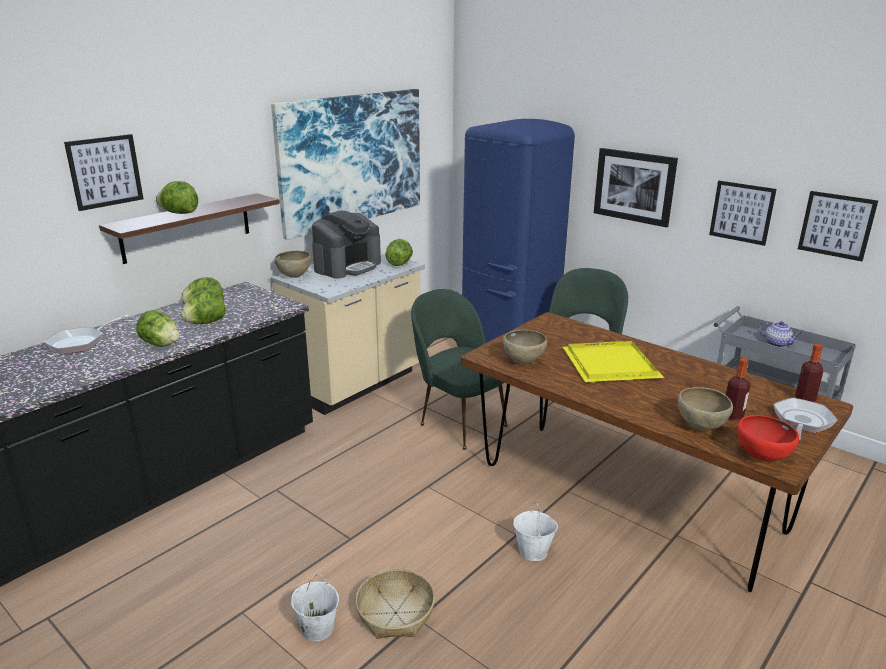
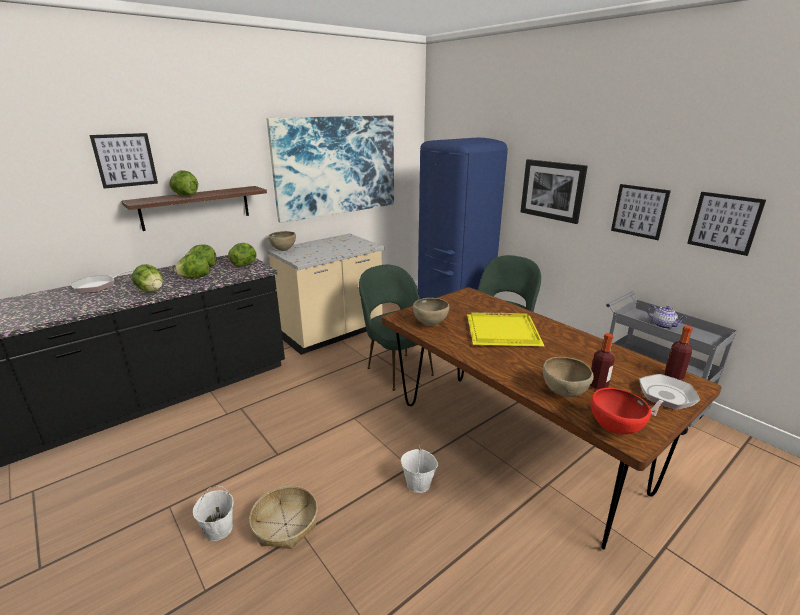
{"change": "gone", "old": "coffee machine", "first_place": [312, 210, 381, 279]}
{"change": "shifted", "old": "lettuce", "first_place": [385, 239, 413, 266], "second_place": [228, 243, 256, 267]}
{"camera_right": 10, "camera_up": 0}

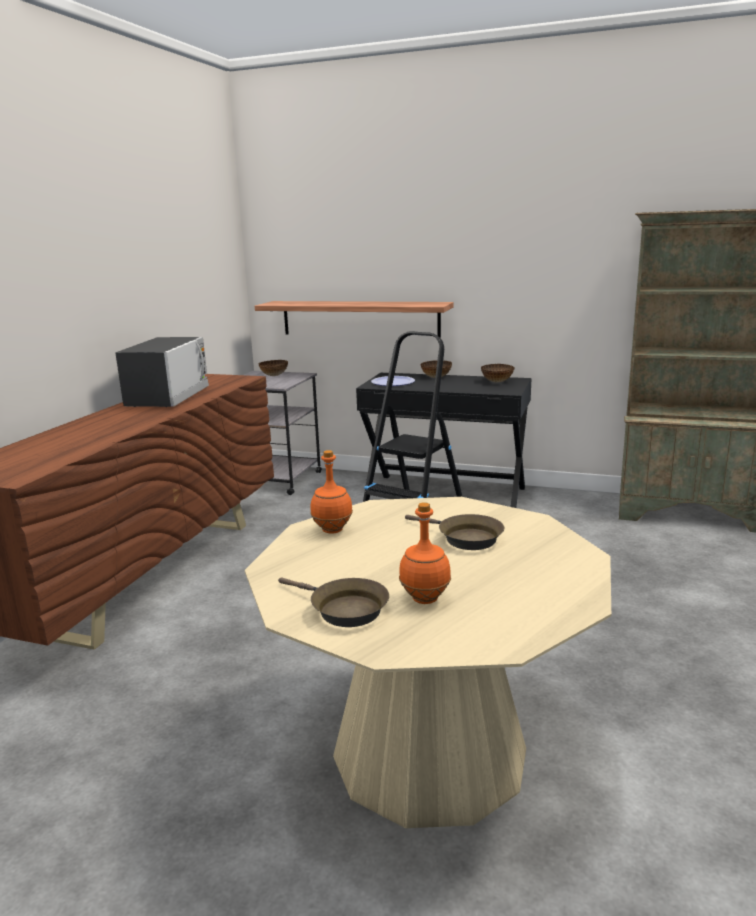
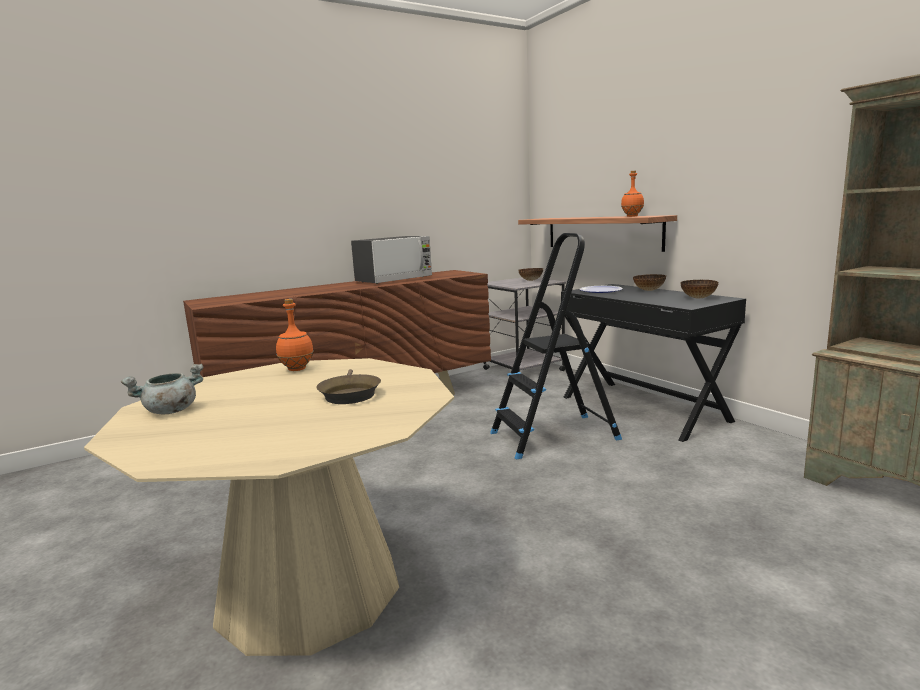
{"change": "shifted", "old": "bottle (orange)", "first_place": [399, 502, 451, 604], "second_place": [621, 171, 644, 217]}
{"change": "swapped", "old": "frying pan (brown)", "new": "cooking pot (grey)", "first_place": [278, 578, 389, 627], "second_place": [121, 364, 203, 414]}
{"camera_right": 40, "camera_up": -5}

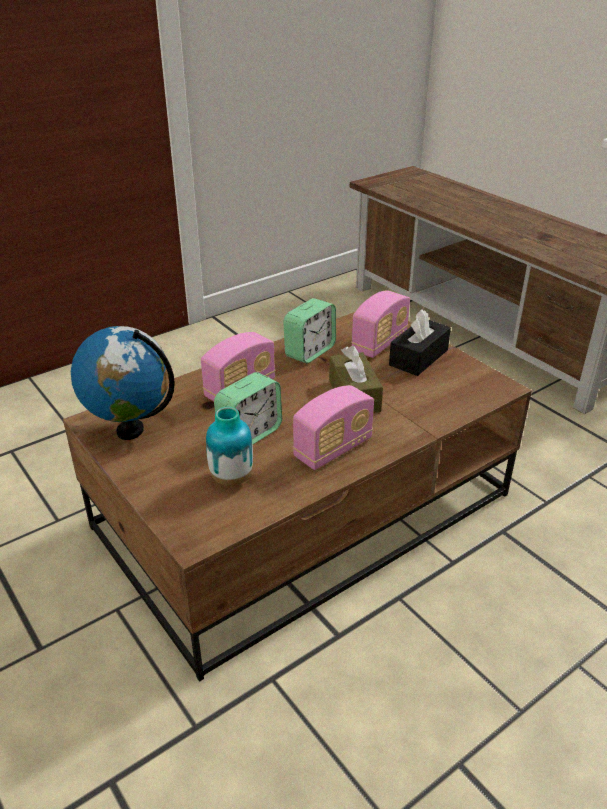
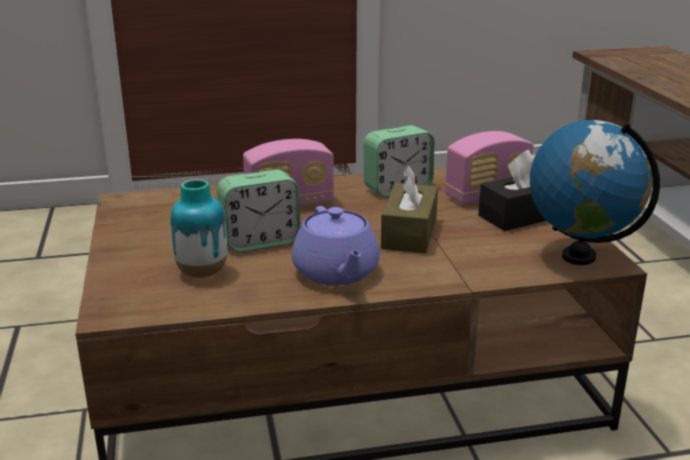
{"change": "shifted", "old": "globe", "first_place": [71, 326, 175, 440], "second_place": [530, 120, 660, 265]}
{"change": "swapped", "old": "radio", "new": "teapot (purple)", "first_place": [293, 385, 374, 470], "second_place": [292, 206, 380, 286]}
{"camera_right": 25, "camera_up": -10}

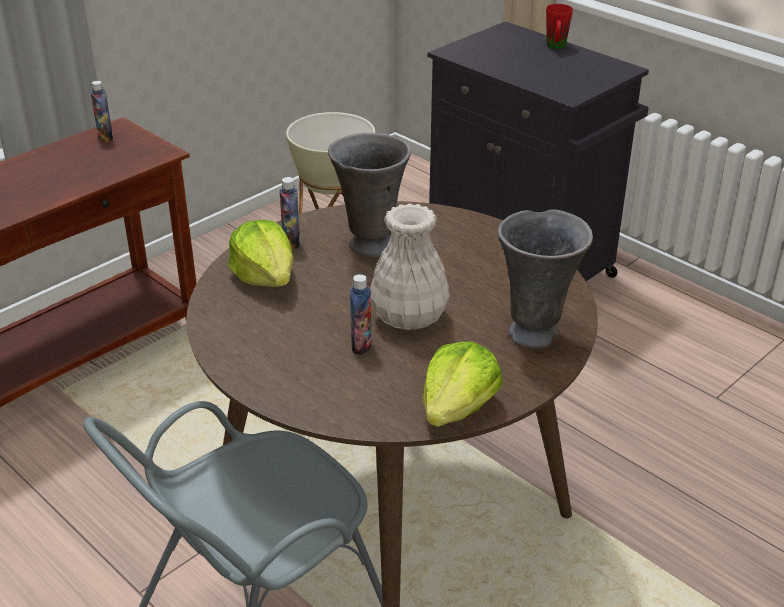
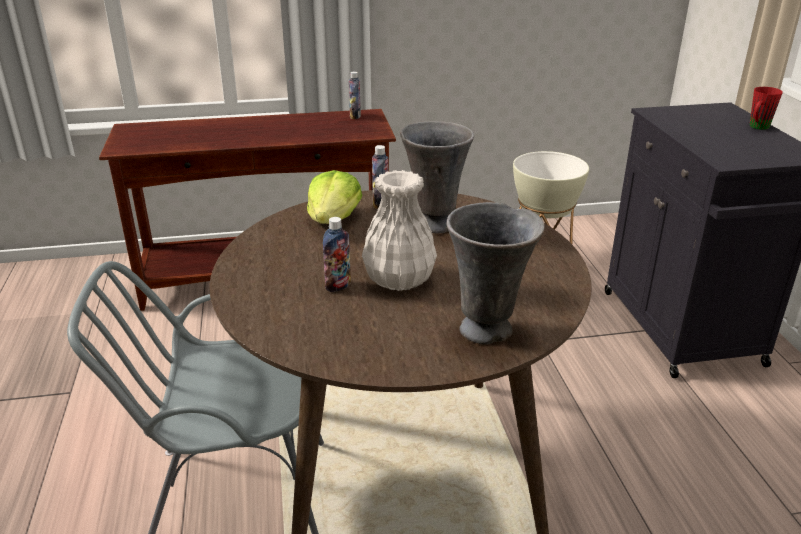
{"change": "gone", "old": "lettuce", "first_place": [422, 341, 503, 427]}
{"camera_right": 35, "camera_up": -5}

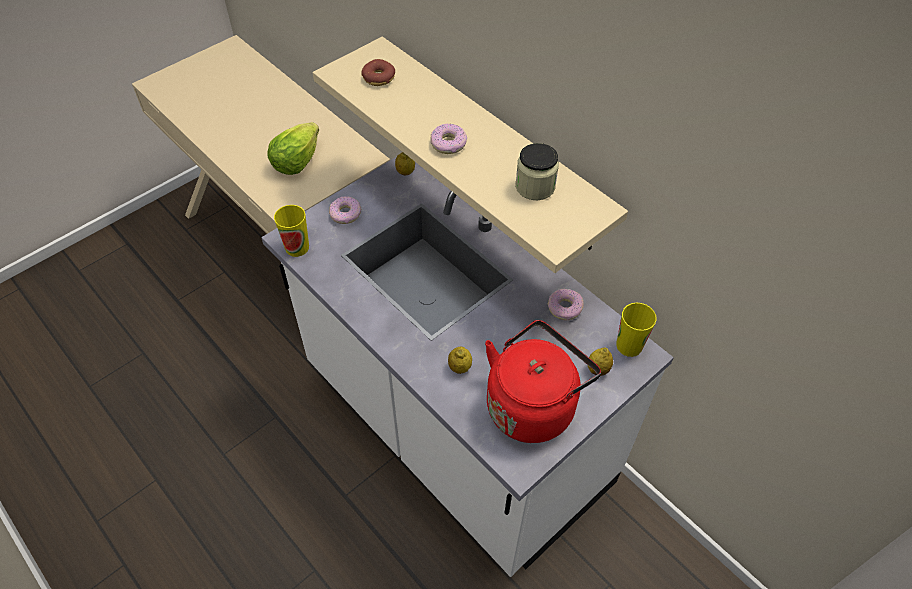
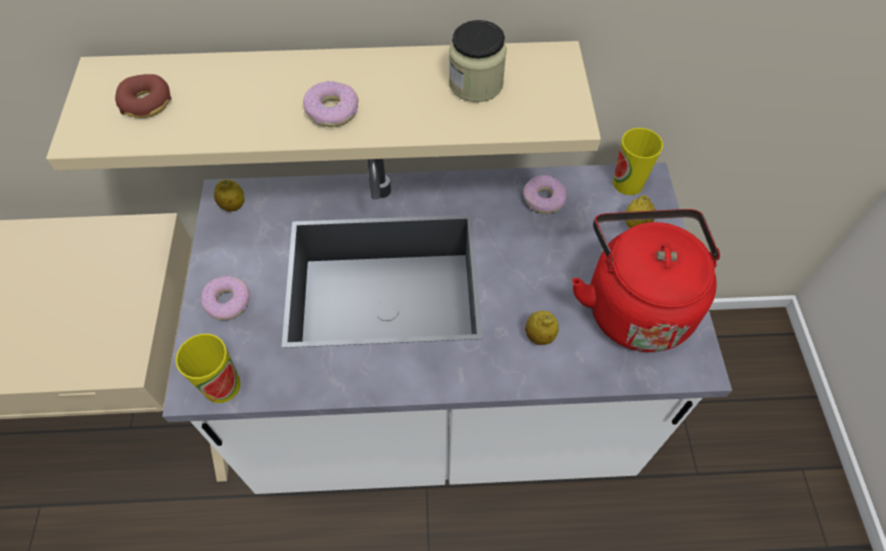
{"change": "gone", "old": "lettuce", "first_place": [267, 122, 319, 175]}
{"camera_right": -50, "camera_up": 5}

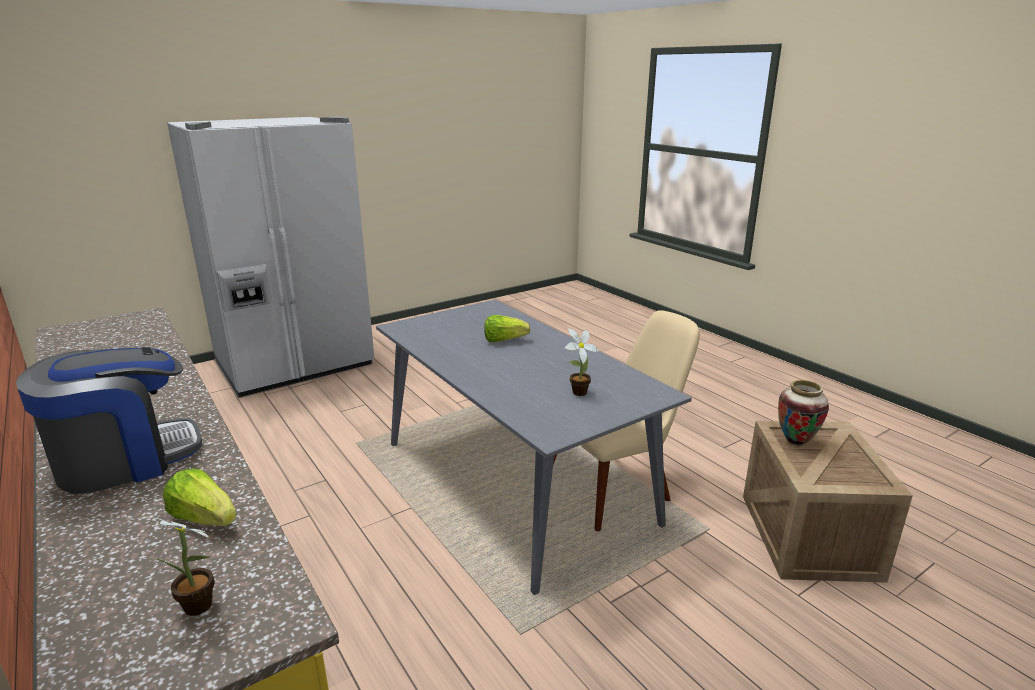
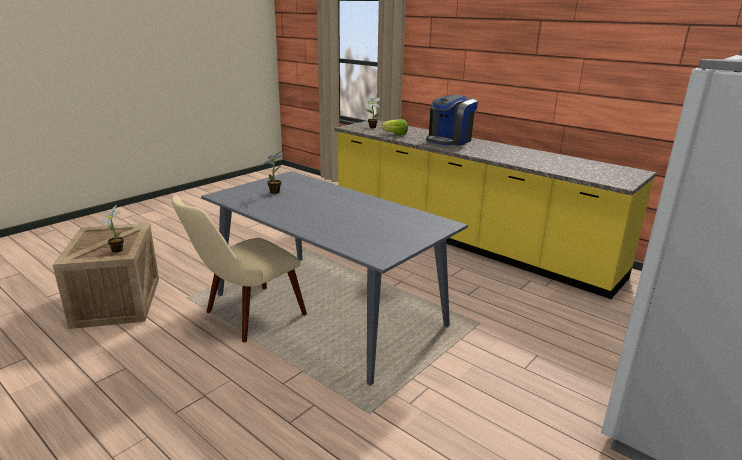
{"change": "gone", "old": "lettuce", "first_place": [484, 315, 530, 342]}
{"change": "swapped", "old": "vase", "new": "potted plant", "first_place": [778, 380, 829, 446], "second_place": [101, 205, 124, 253]}
{"camera_right": 165, "camera_up": 0}

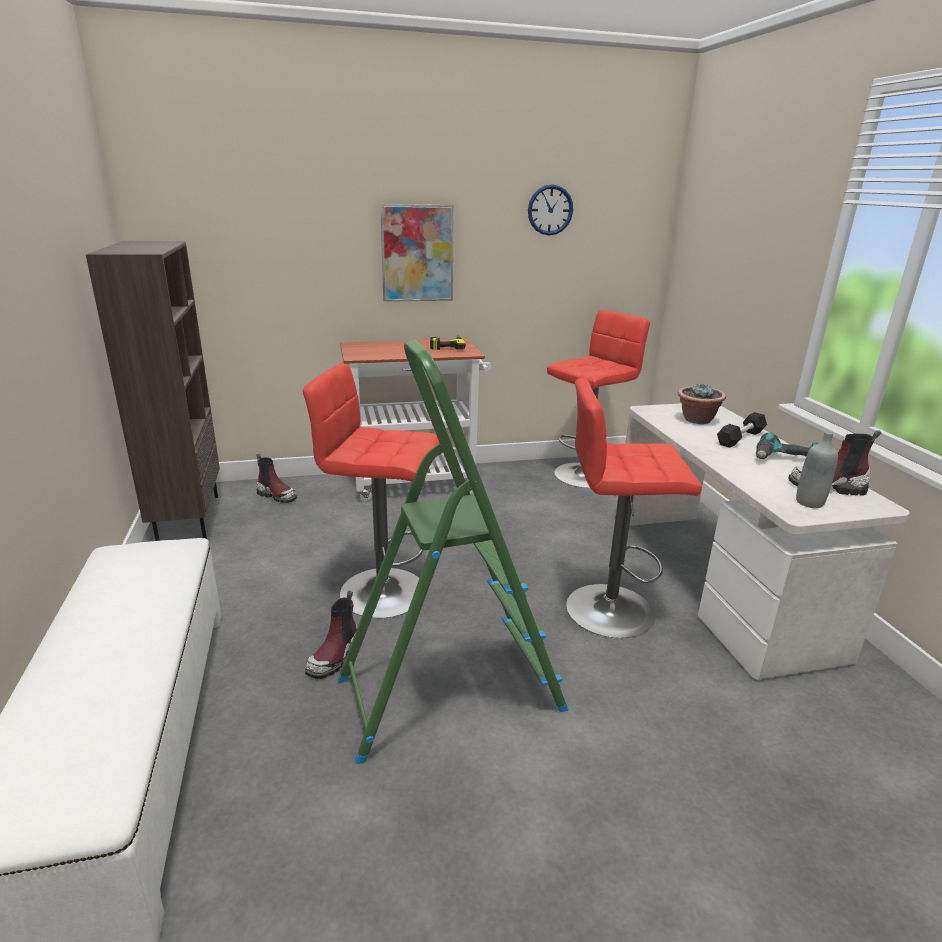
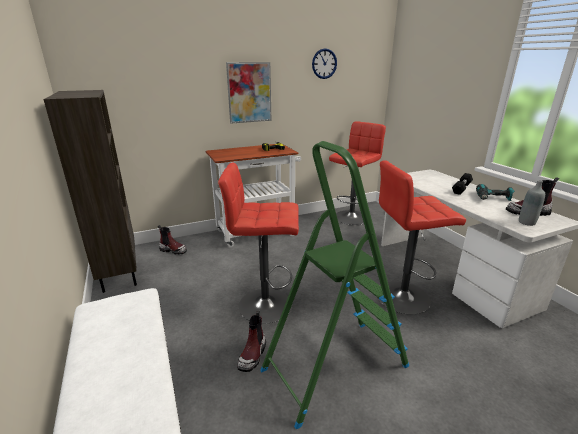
{"change": "gone", "old": "potted plant", "first_place": [678, 383, 726, 424]}
{"camera_right": -10, "camera_up": 0}

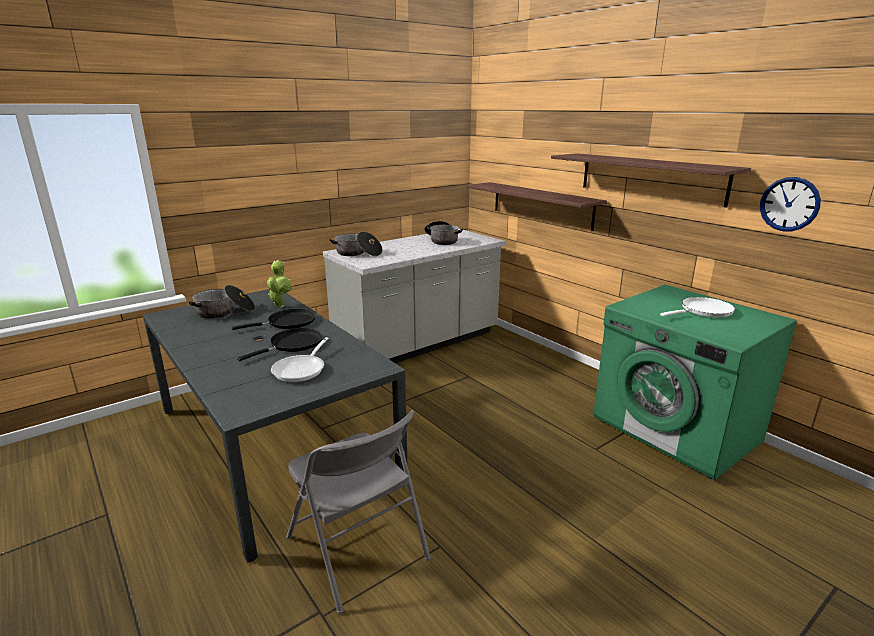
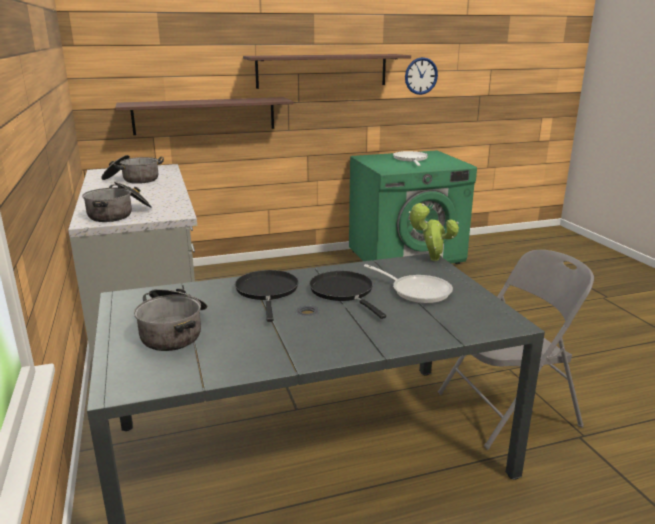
{"change": "shifted", "old": "potted plant", "first_place": [267, 260, 292, 308], "second_place": [409, 203, 459, 261]}
{"camera_right": -70, "camera_up": 0}

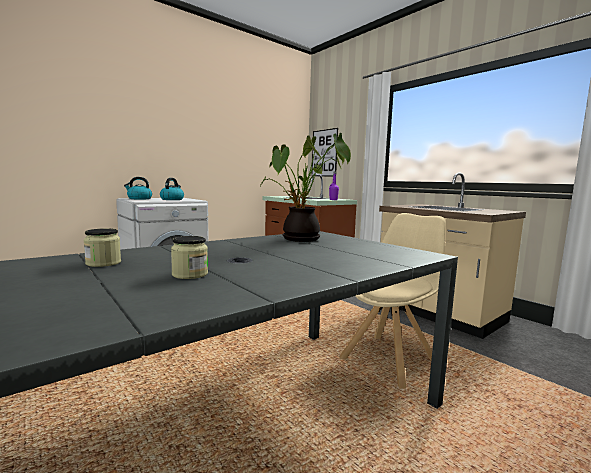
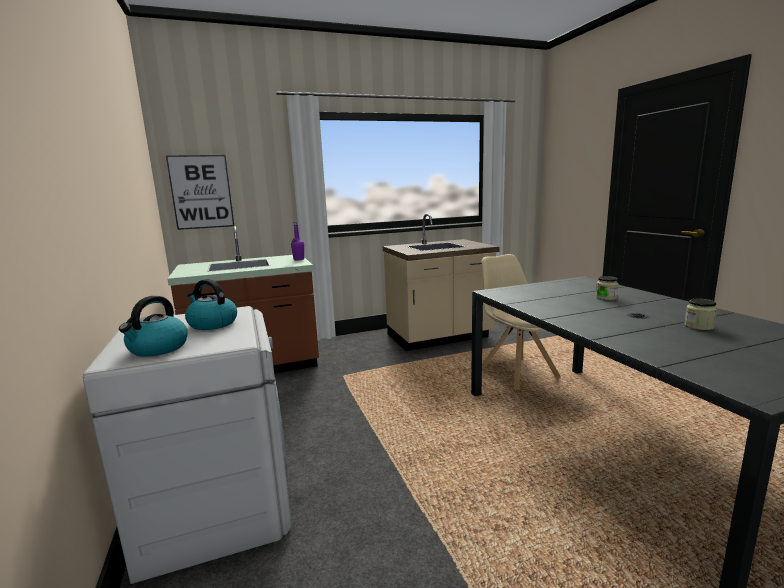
{"change": "gone", "old": "potted plant", "first_place": [260, 132, 351, 242]}
{"change": "shifted", "old": "jar", "first_place": [84, 228, 121, 267], "second_place": [596, 276, 619, 300]}
{"camera_right": -70, "camera_up": 5}

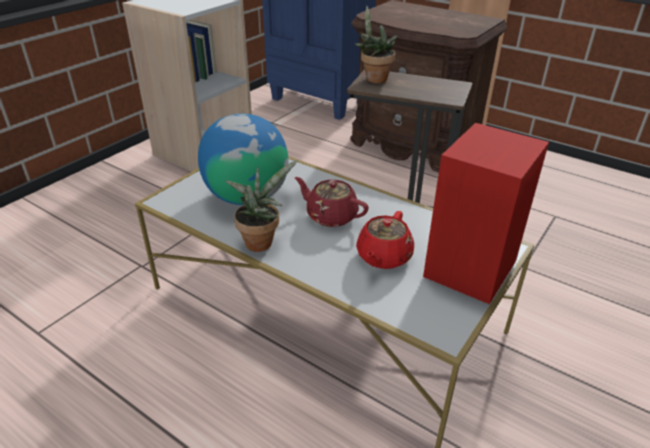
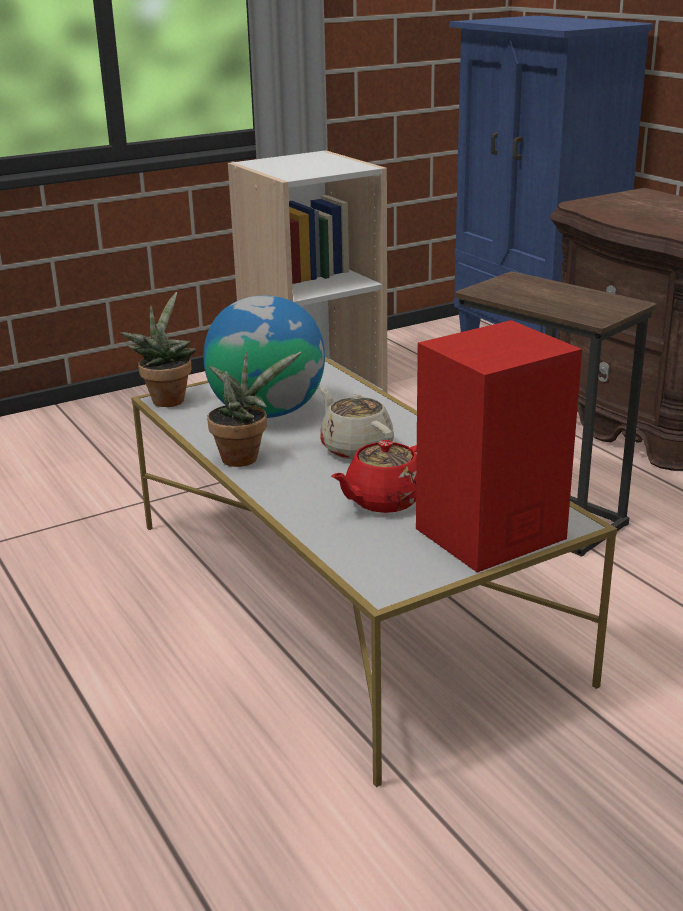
{"change": "shifted", "old": "potted plant", "first_place": [355, 6, 397, 83], "second_place": [121, 292, 196, 407]}
{"change": "repainted", "old": "teapot (red)", "new": "teapot (beige)", "first_place": [295, 177, 369, 227], "second_place": [320, 388, 394, 460]}
{"camera_right": 25, "camera_up": -10}

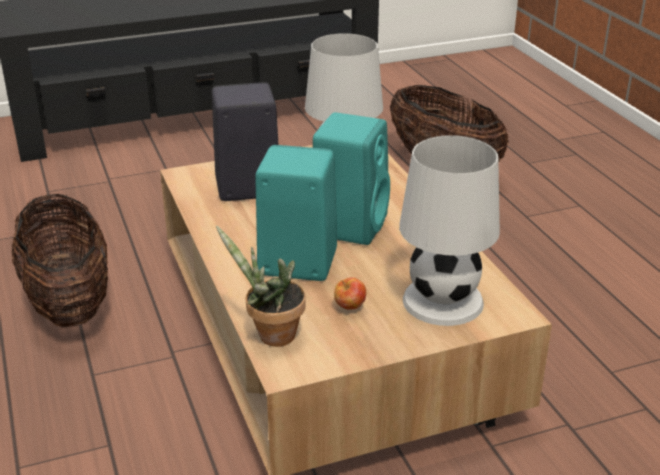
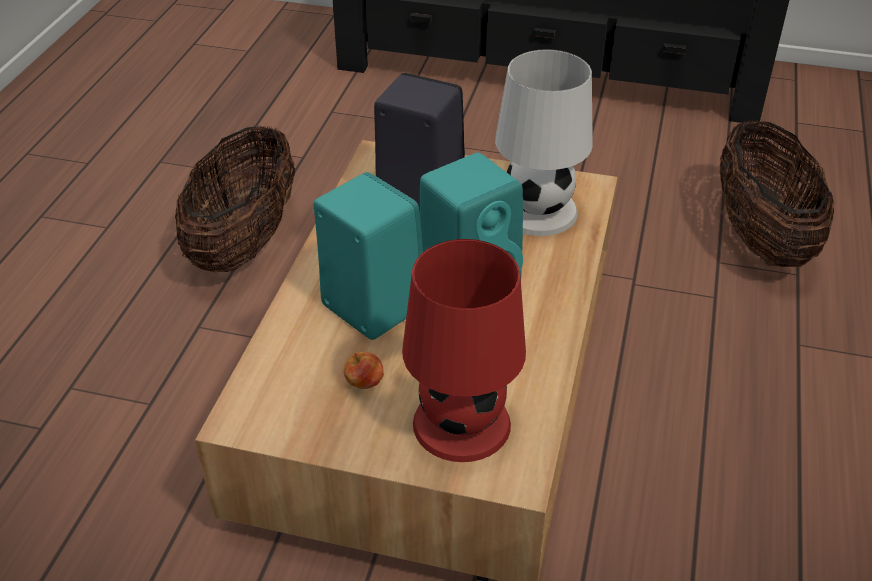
{"change": "repainted", "old": "table lamp (white)", "new": "table lamp (red)", "first_place": [399, 135, 500, 326], "second_place": [402, 239, 526, 462]}
{"change": "gone", "old": "potted plant", "first_place": [216, 225, 306, 347]}
{"camera_right": 35, "camera_up": 10}

